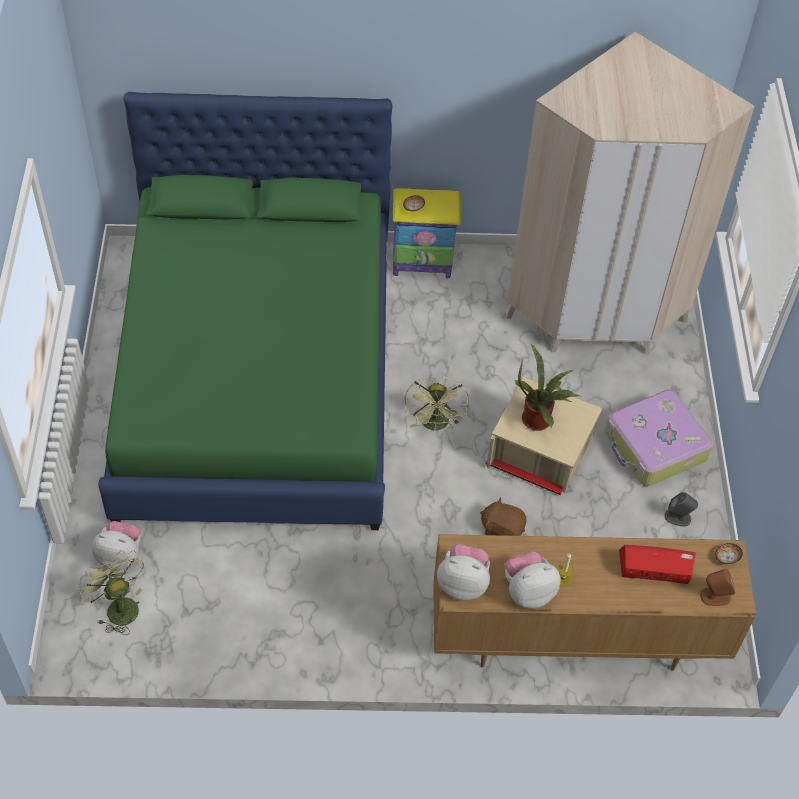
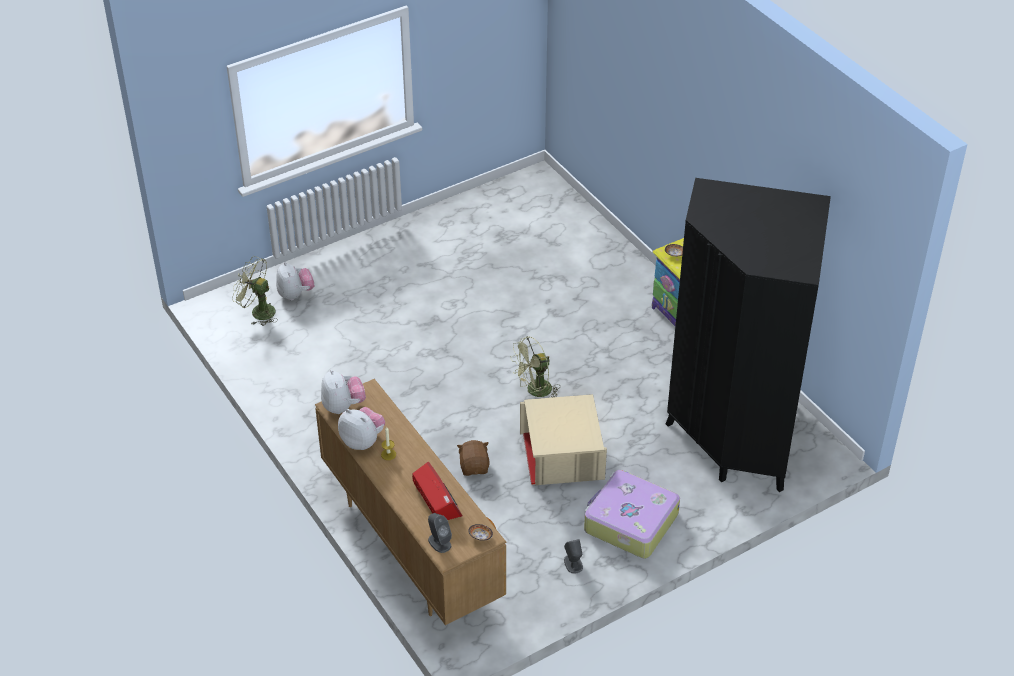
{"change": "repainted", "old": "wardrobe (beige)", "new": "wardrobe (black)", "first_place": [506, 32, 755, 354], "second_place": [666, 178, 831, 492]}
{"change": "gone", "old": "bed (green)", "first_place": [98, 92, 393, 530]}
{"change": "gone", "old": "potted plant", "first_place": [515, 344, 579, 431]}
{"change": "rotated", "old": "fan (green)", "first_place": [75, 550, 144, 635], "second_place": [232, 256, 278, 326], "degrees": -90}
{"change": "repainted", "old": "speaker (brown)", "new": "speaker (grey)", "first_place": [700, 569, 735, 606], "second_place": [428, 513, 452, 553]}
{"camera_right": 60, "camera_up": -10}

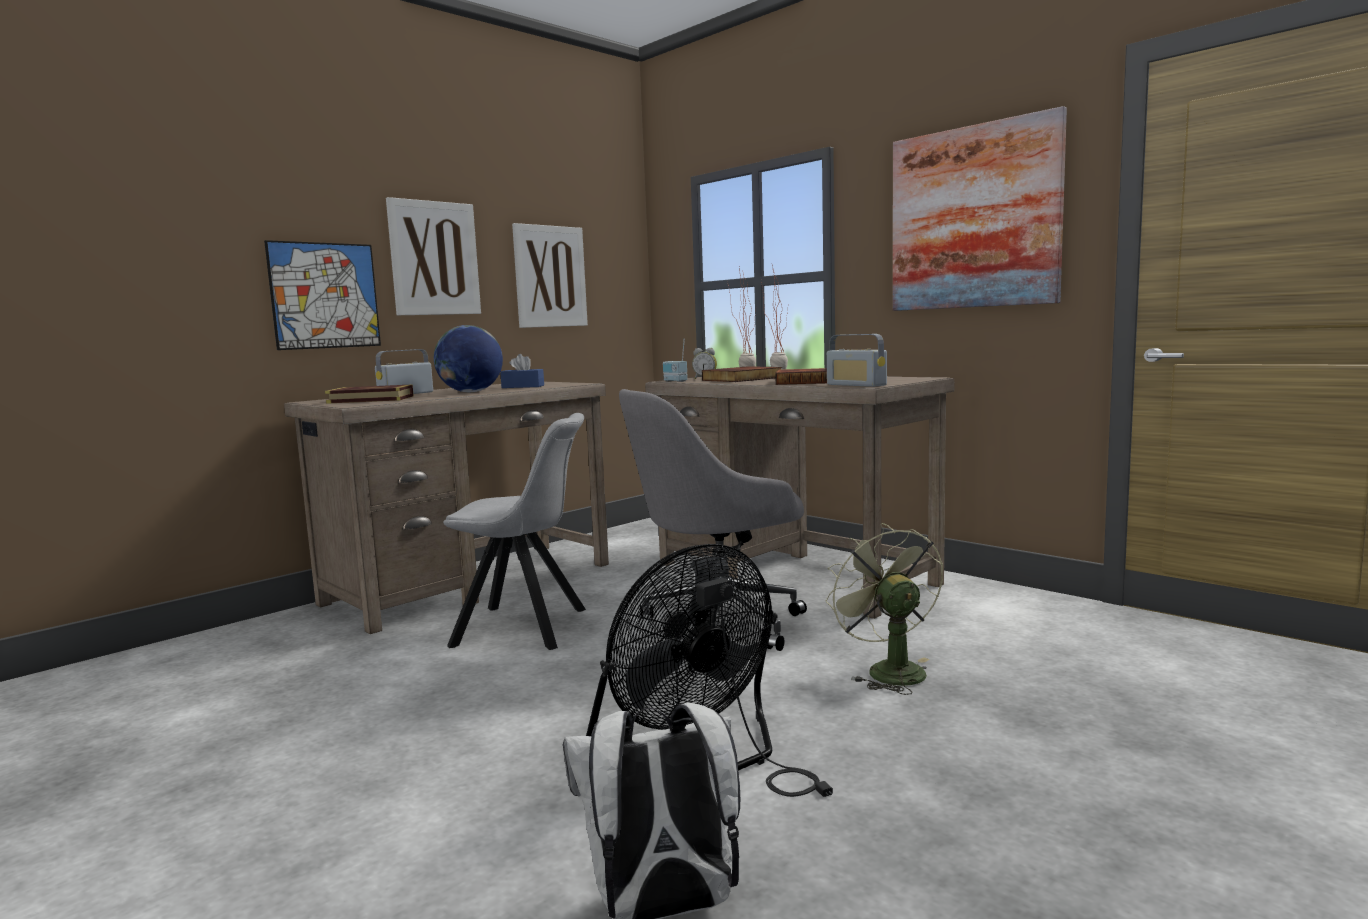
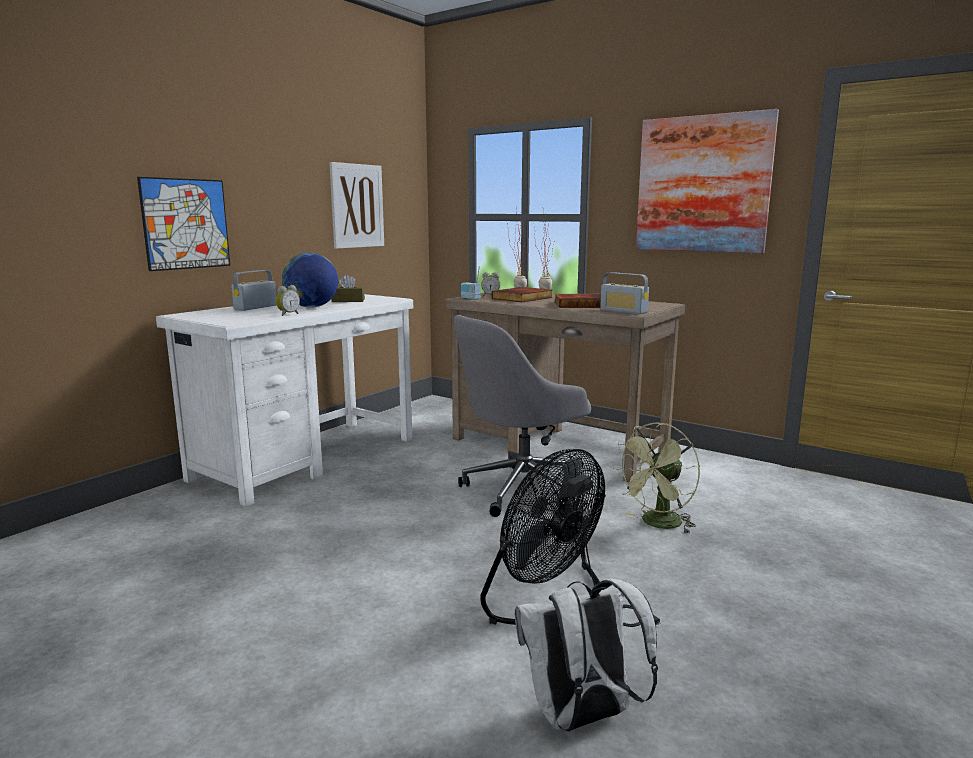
{"change": "gone", "old": "picture", "first_place": [386, 197, 481, 315]}
{"change": "repainted", "old": "tissue box (blue)", "new": "tissue box (brown)", "first_place": [500, 354, 544, 388], "second_place": [331, 274, 365, 302]}
{"change": "repainted", "old": "desk (brown)", "new": "desk (white)", "first_place": [284, 382, 609, 634], "second_place": [156, 294, 413, 507]}
{"change": "gone", "old": "book", "first_place": [325, 384, 414, 404]}
{"change": "gone", "old": "chair (grey)", "first_place": [443, 413, 586, 650]}
{"change": "rotated", "old": "fan (green)", "first_place": [826, 523, 943, 695], "second_place": [614, 422, 700, 534], "degrees": -105}
{"change": "new", "new": "alarm clock", "second_place": [276, 285, 300, 316]}
{"camera_right": -10, "camera_up": 5}

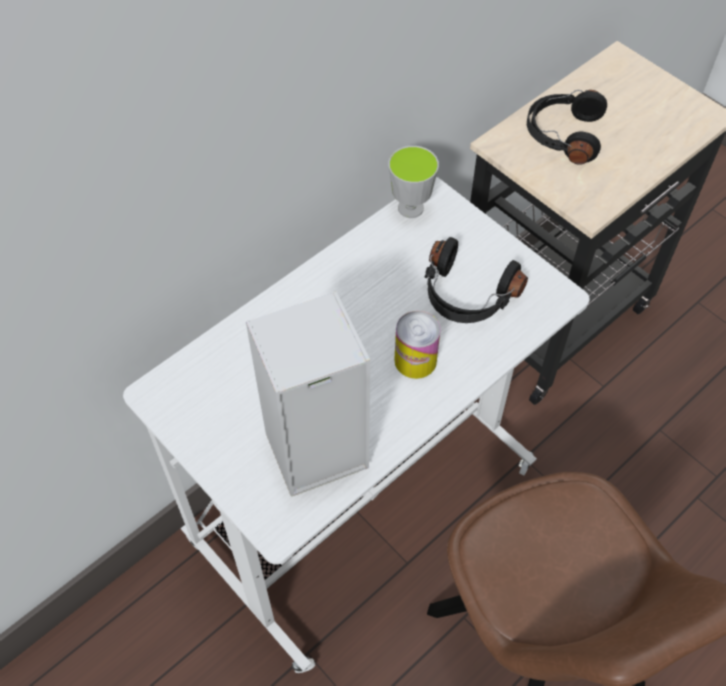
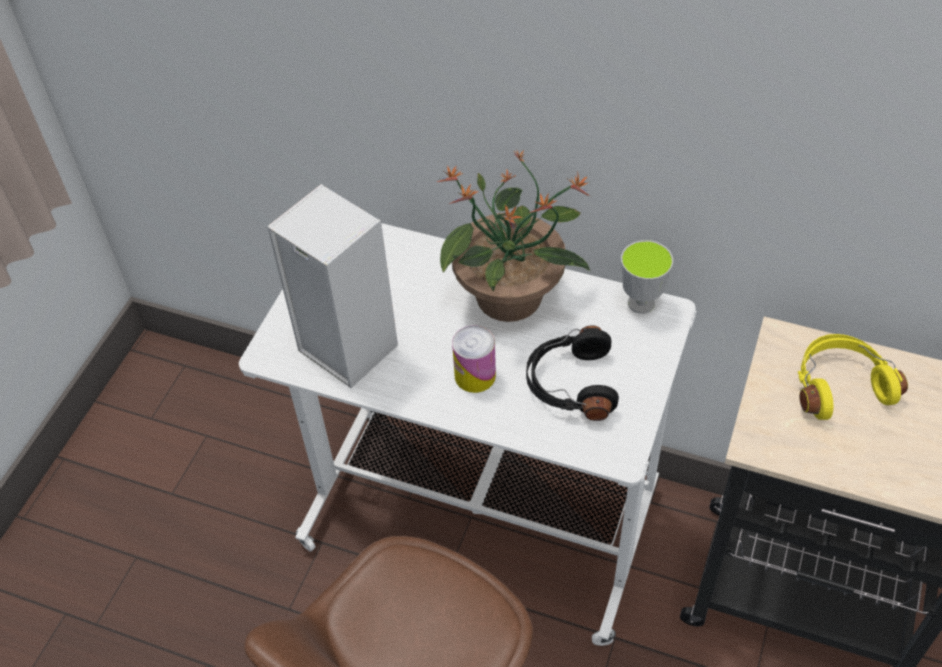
{"change": "repainted", "old": "headphones (black)", "new": "headphones (yellow)", "first_place": [527, 90, 607, 165], "second_place": [798, 334, 908, 420]}
{"change": "new", "new": "potted plant", "second_place": [437, 150, 590, 322]}
{"camera_right": 65, "camera_up": -5}

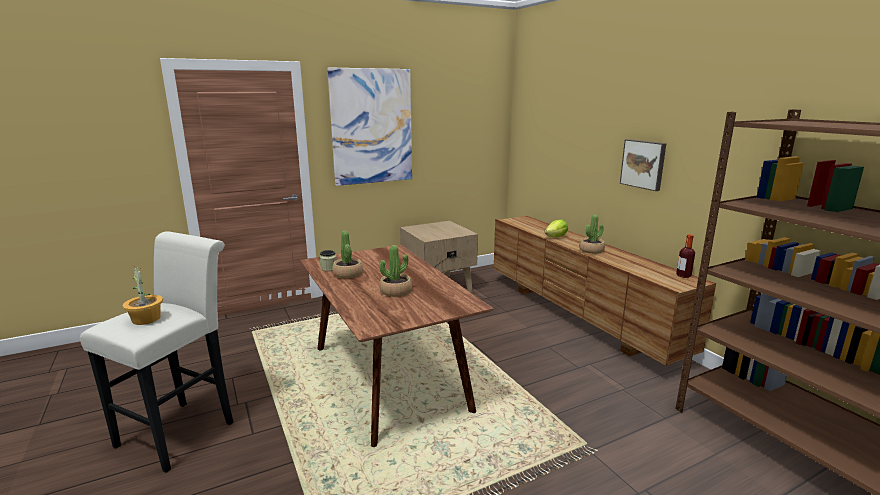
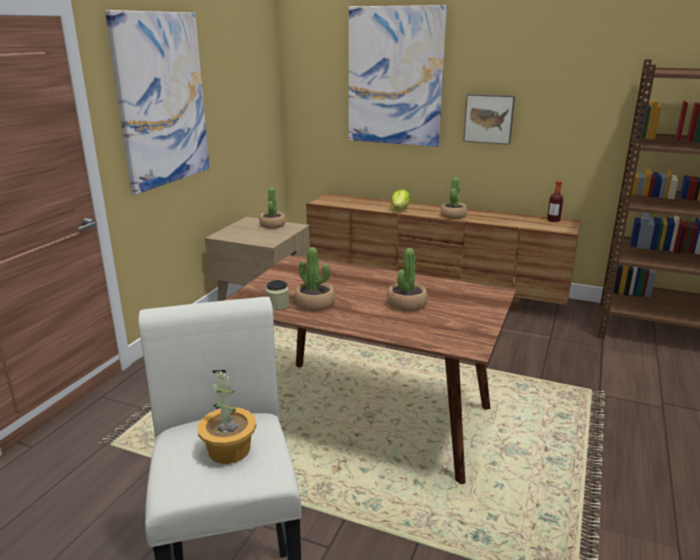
{"change": "new", "new": "picture", "second_place": [349, 5, 447, 147]}
{"change": "new", "new": "potted plant", "second_place": [259, 187, 286, 229]}
{"camera_right": -40, "camera_up": 5}

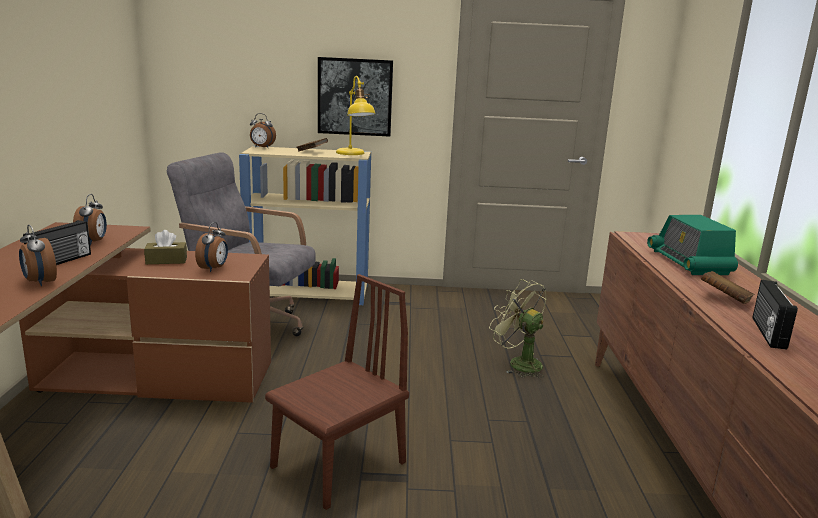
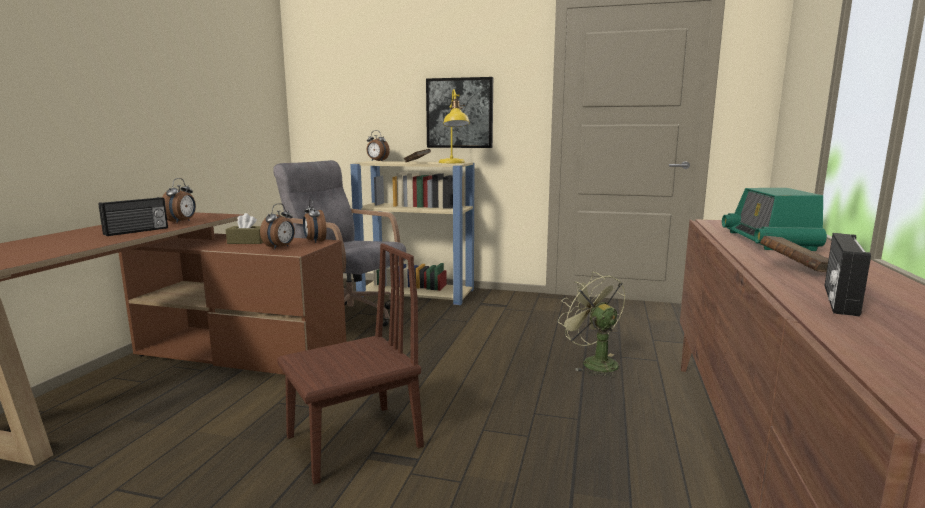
{"change": "shifted", "old": "alarm clock", "first_place": [19, 225, 57, 286], "second_place": [303, 200, 326, 243]}
{"camera_right": 15, "camera_up": -5}

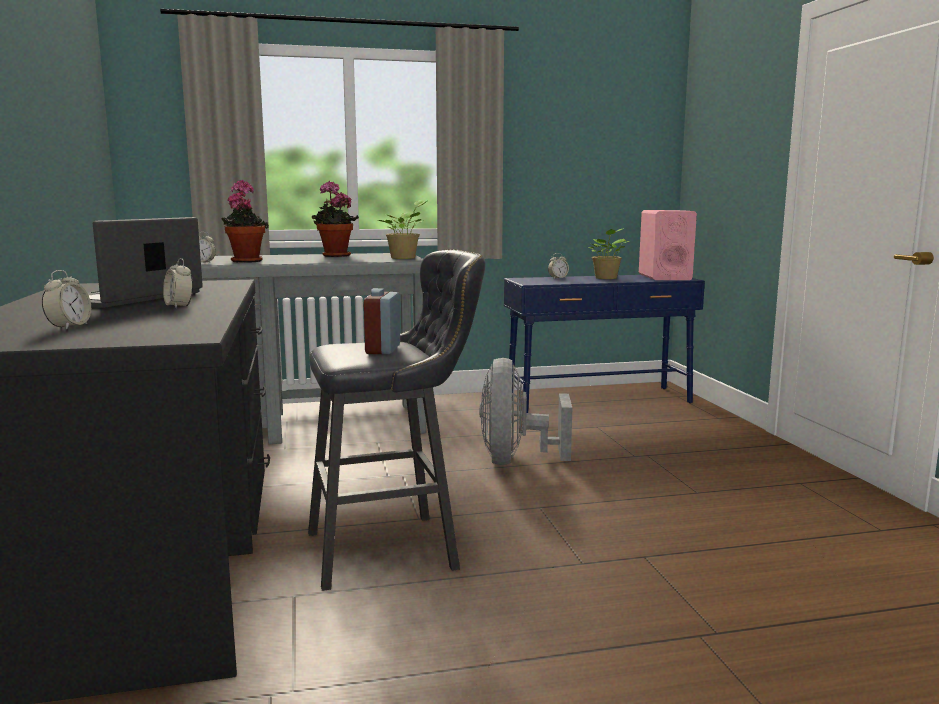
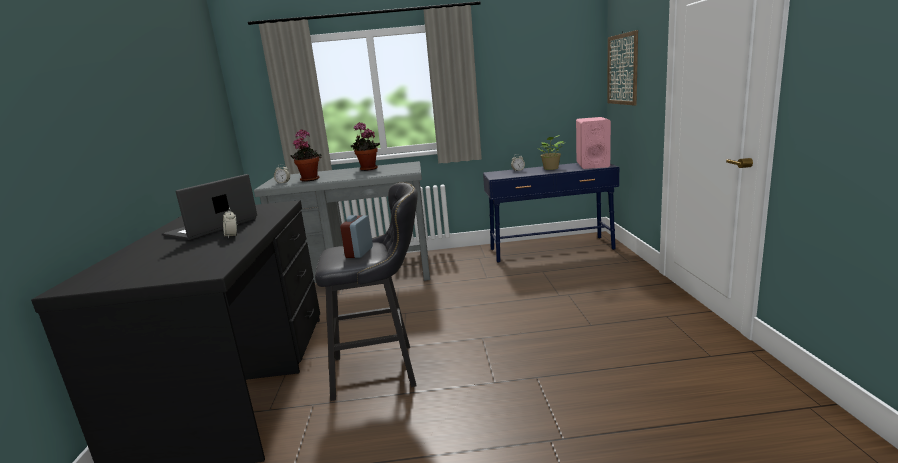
{"change": "gone", "old": "potted plant", "first_place": [378, 200, 427, 259]}
{"change": "gone", "old": "alarm clock", "first_place": [42, 270, 91, 330]}
{"change": "gone", "old": "fan (grey)", "first_place": [480, 358, 572, 465]}
{"change": "new", "new": "picture", "second_place": [607, 30, 638, 106]}
{"camera_right": 10, "camera_up": 5}

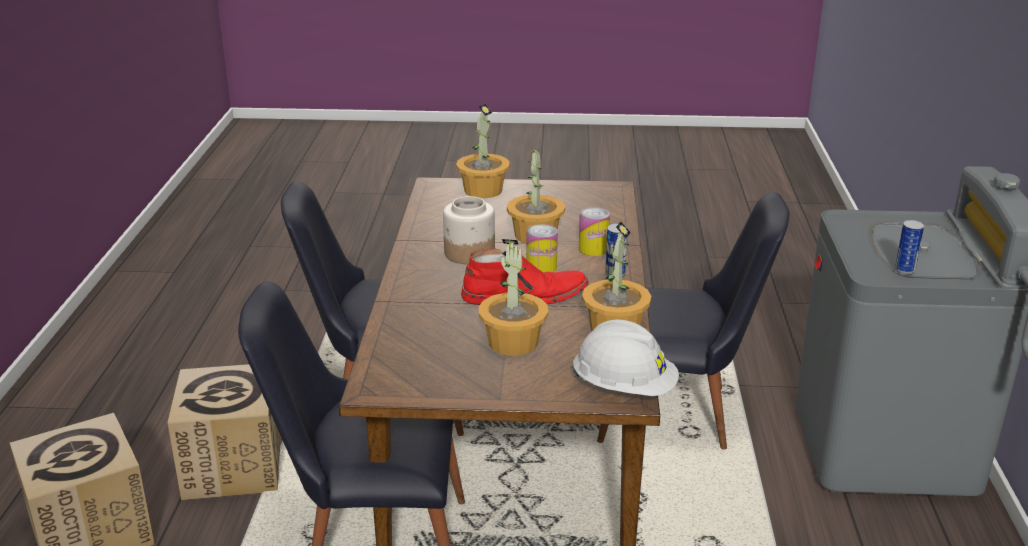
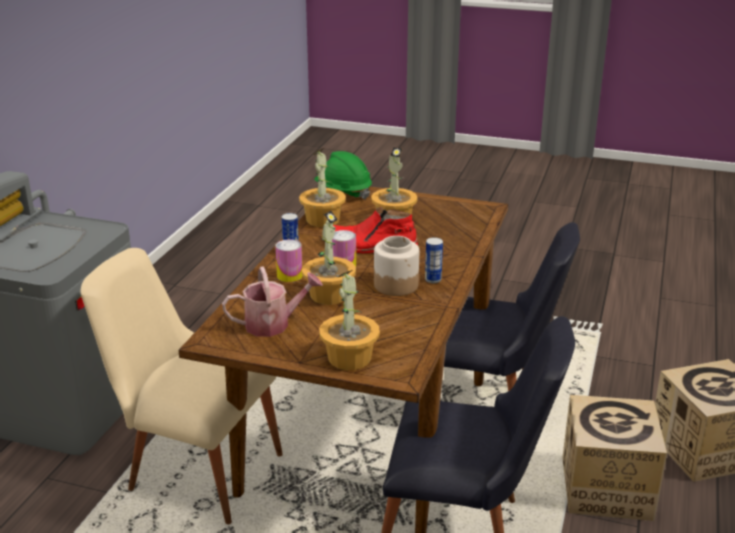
{"change": "repainted", "old": "chair (black)", "new": "chair (beige)", "first_place": [597, 192, 790, 450], "second_place": [80, 248, 283, 524]}
{"change": "shifted", "old": "can", "first_place": [895, 220, 924, 275], "second_place": [425, 237, 443, 283]}
{"change": "repainted", "old": "hard hat (white)", "new": "hard hat (green)", "first_place": [572, 319, 679, 396], "second_place": [314, 151, 372, 199]}
{"change": "new", "new": "watering can", "second_place": [222, 267, 323, 337]}
{"camera_right": -165, "camera_up": 0}

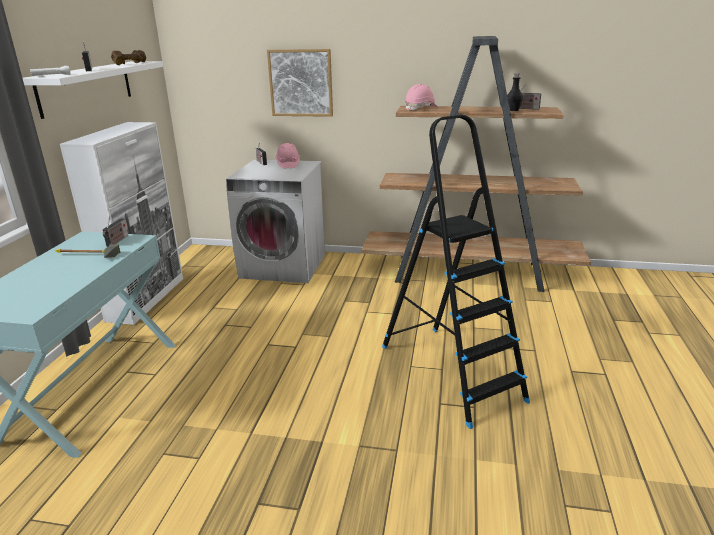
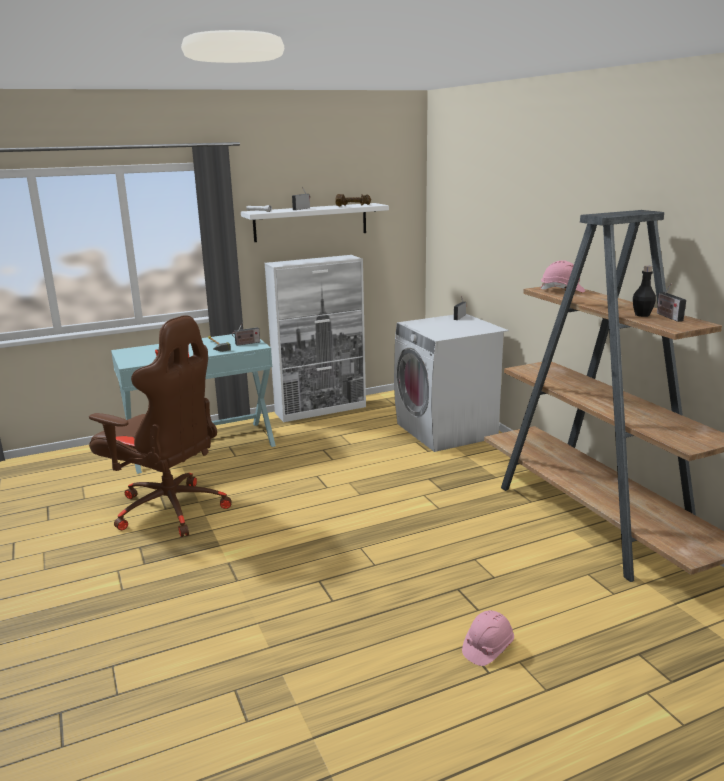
{"change": "gone", "old": "picture", "first_place": [267, 49, 333, 117]}
{"change": "gone", "old": "step ladder (black)", "first_place": [382, 115, 530, 429]}
{"change": "shifted", "old": "hard hat (pink)", "first_place": [276, 143, 300, 168], "second_place": [462, 610, 514, 666]}
{"change": "new", "new": "office chair (brown)", "second_place": [89, 315, 231, 537]}
{"camera_right": 55, "camera_up": -5}

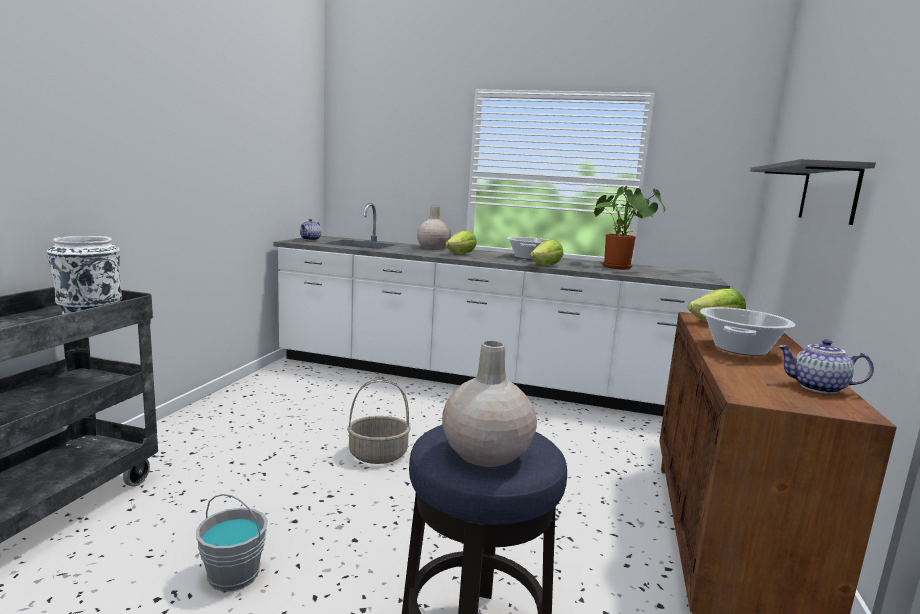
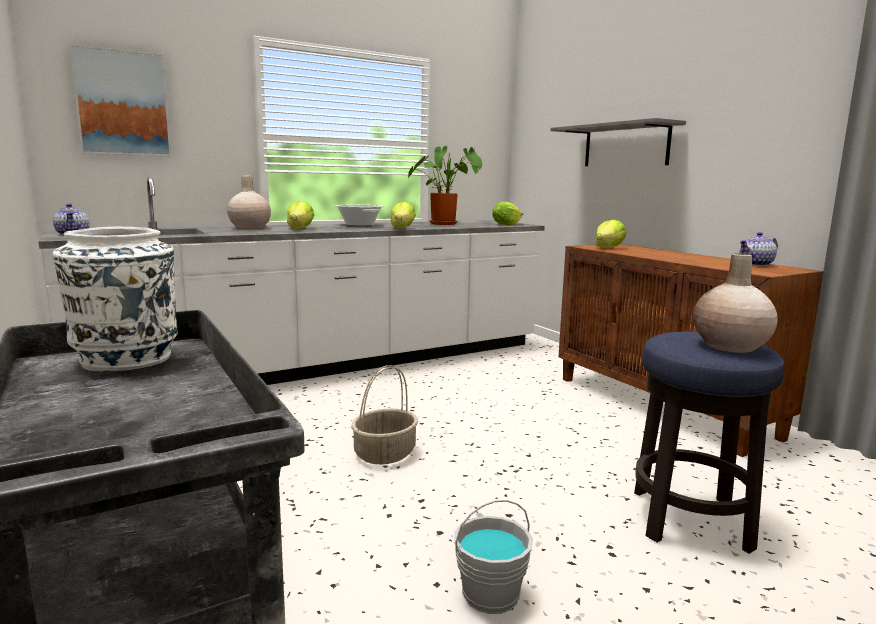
{"change": "gone", "old": "cooking pot", "first_place": [700, 307, 795, 356]}
{"change": "new", "new": "picture", "second_place": [69, 44, 172, 156]}
{"change": "new", "new": "lettuce", "second_place": [492, 201, 523, 226]}
{"camera_right": -45, "camera_up": 0}

